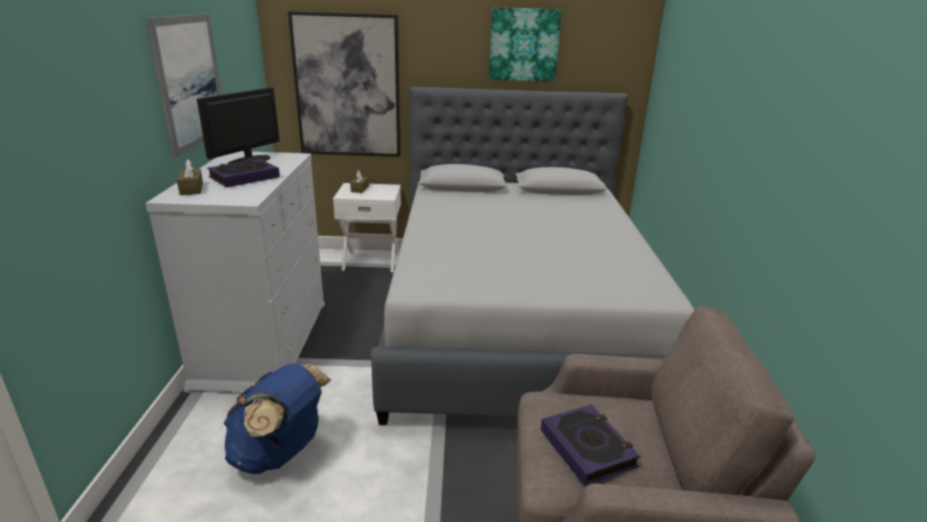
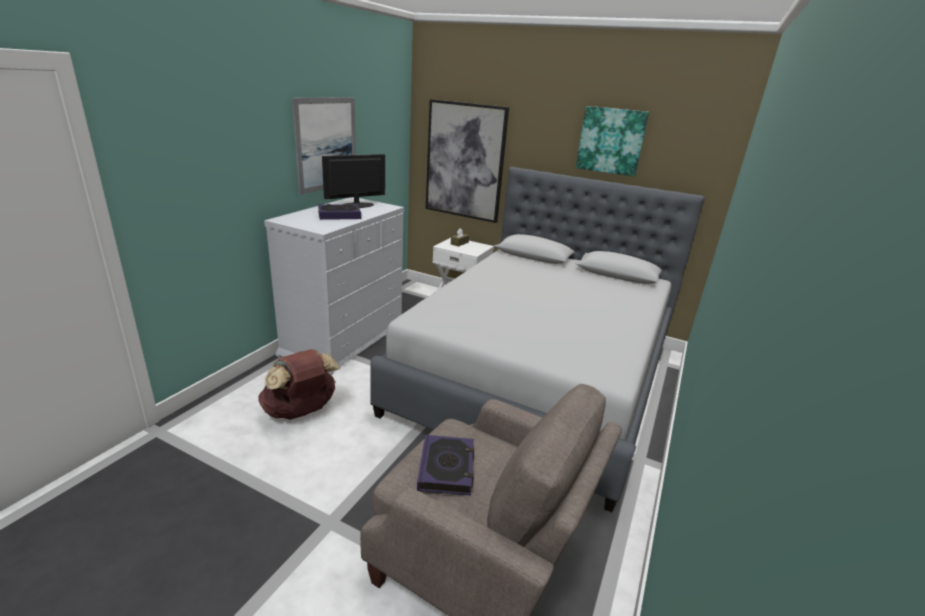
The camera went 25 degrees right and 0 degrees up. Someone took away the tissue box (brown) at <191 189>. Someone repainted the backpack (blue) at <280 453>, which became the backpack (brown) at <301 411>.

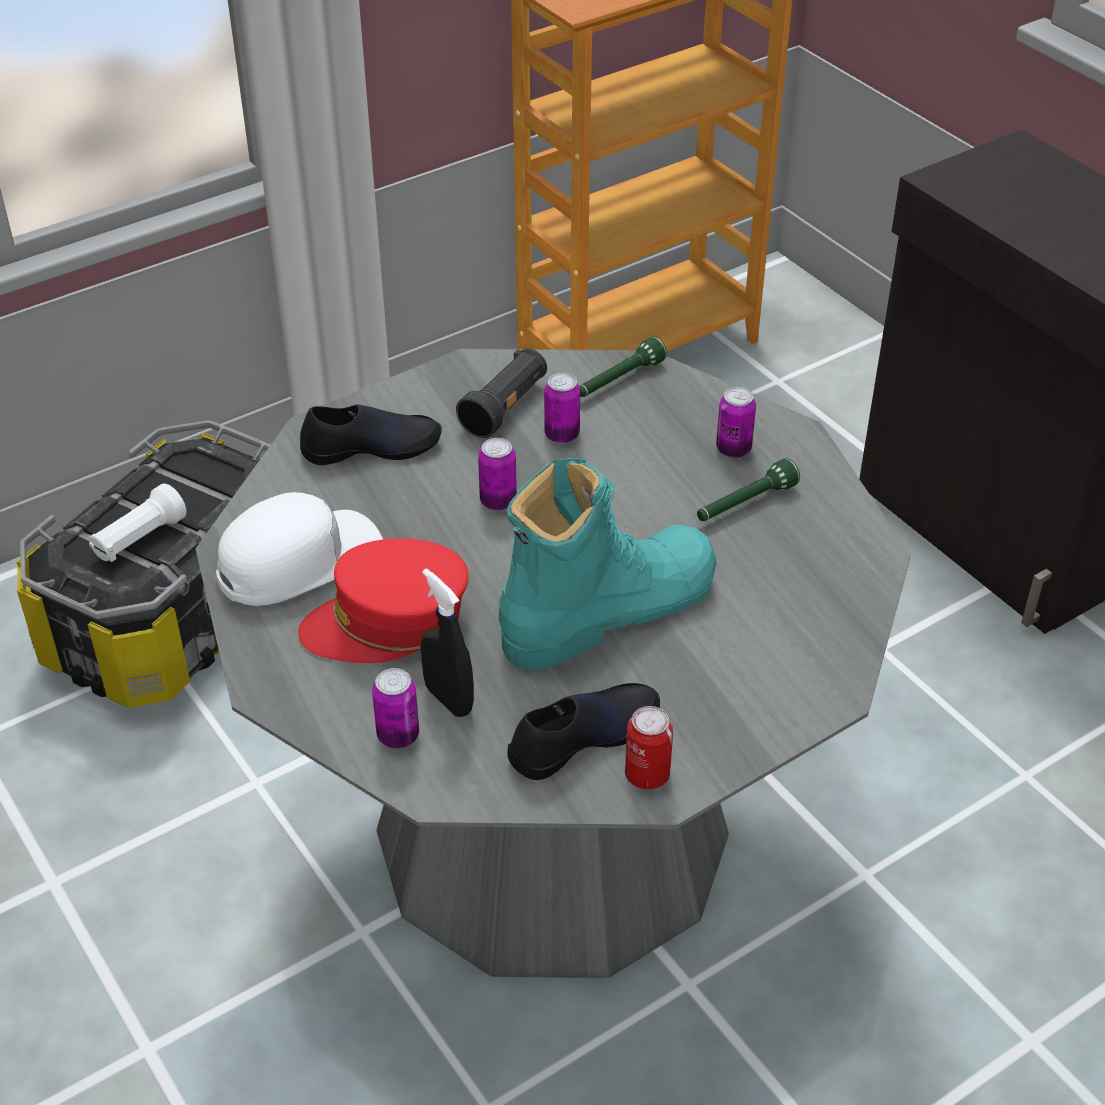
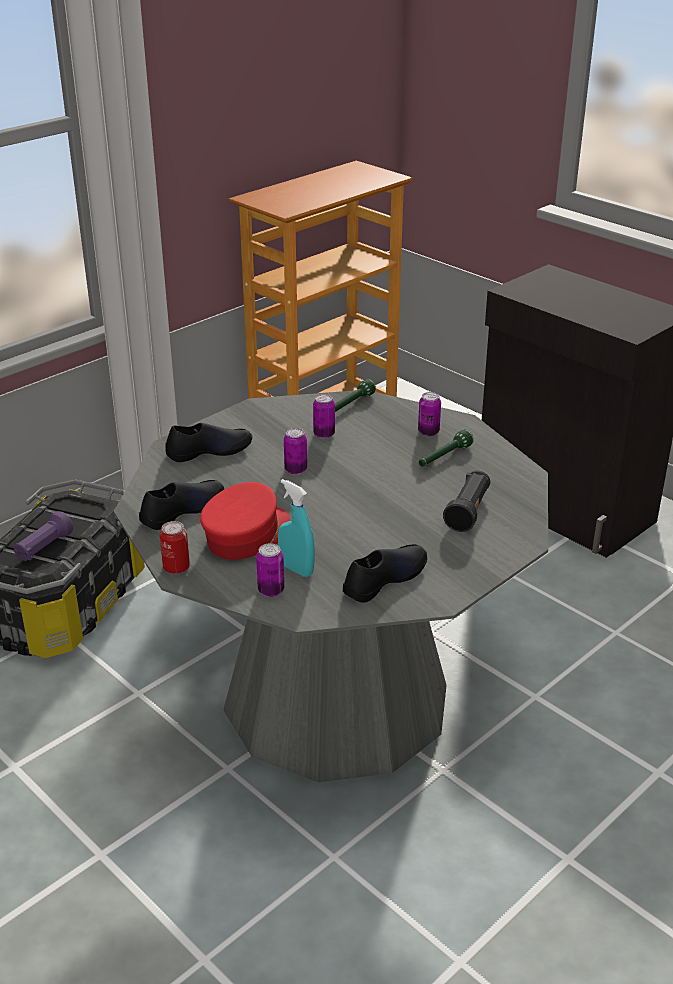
The camera went 10 degrees left and 10 degrees down. Someone carried the flashlight (black) from <505 407> to <468 511>. Someone took away the boot (turquoise) at <607 611>. Someone repainted the flashlight (white) at <139 539>, which became the flashlight (purple) at <44 548>. Someone swapped the cap (white) at <300 560> for the shoe (black) at <182 510>. Someone rotated the cap (red) at <387 622> by 150 degrees clockwise. Someone repainted the spray bottle (black) at <448 699>, which became the spray bottle (turquoise) at <296 569>. Someone carried the can from <647 775> to <176 567>.

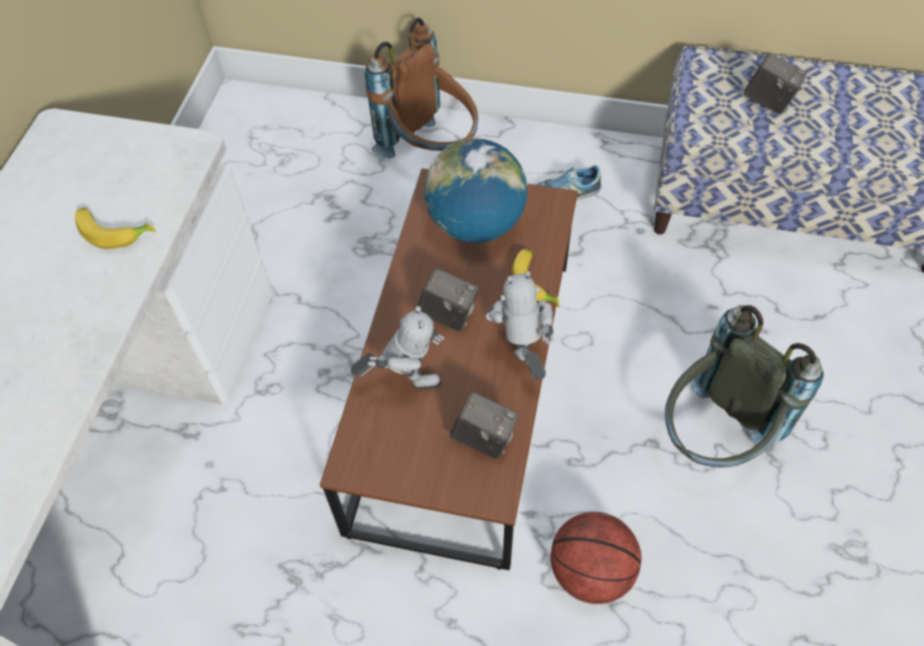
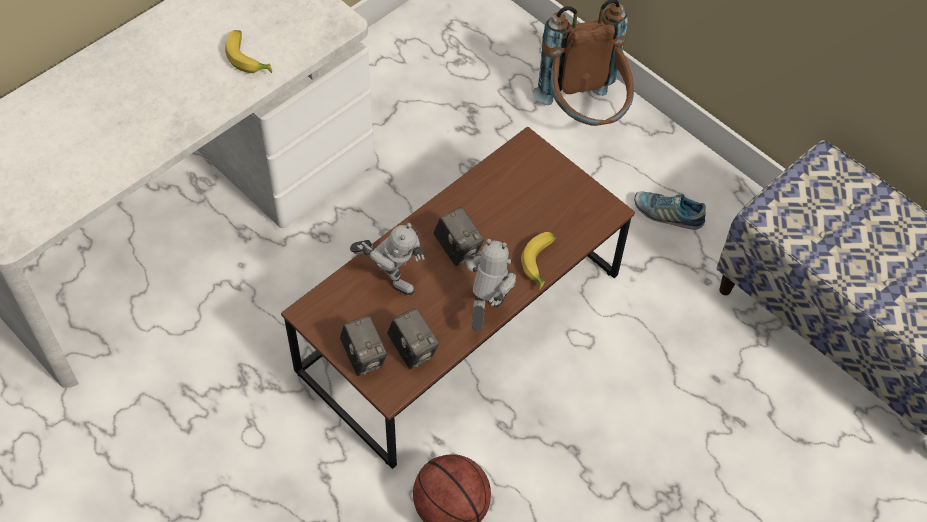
The camera went 30 degrees right and 0 degrees up. Someone carried the photo camera from <768 101> to <364 357>. Someone took away the globe at <476 224>. Someone took away the backpack (grey) at <713 438>.

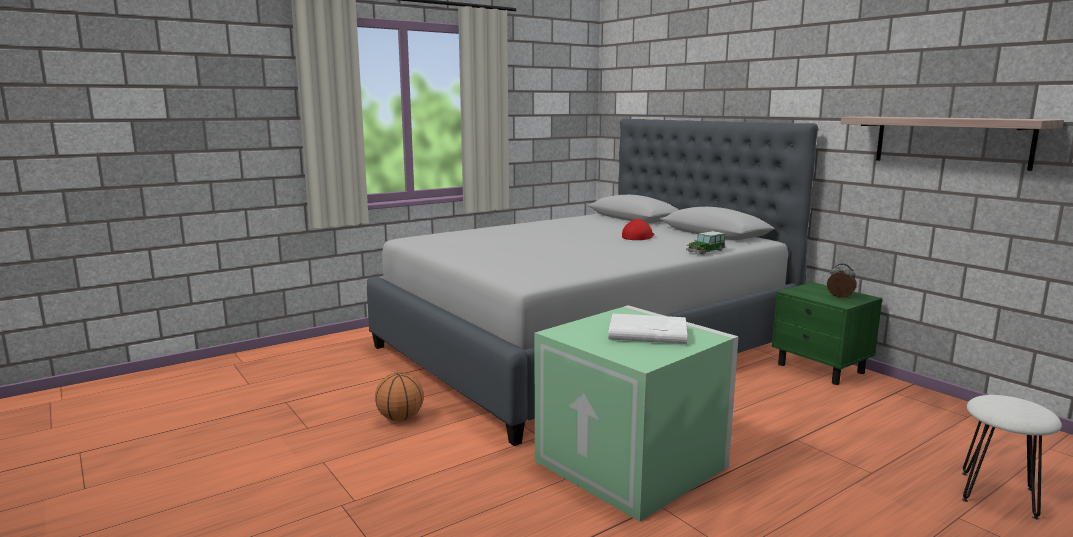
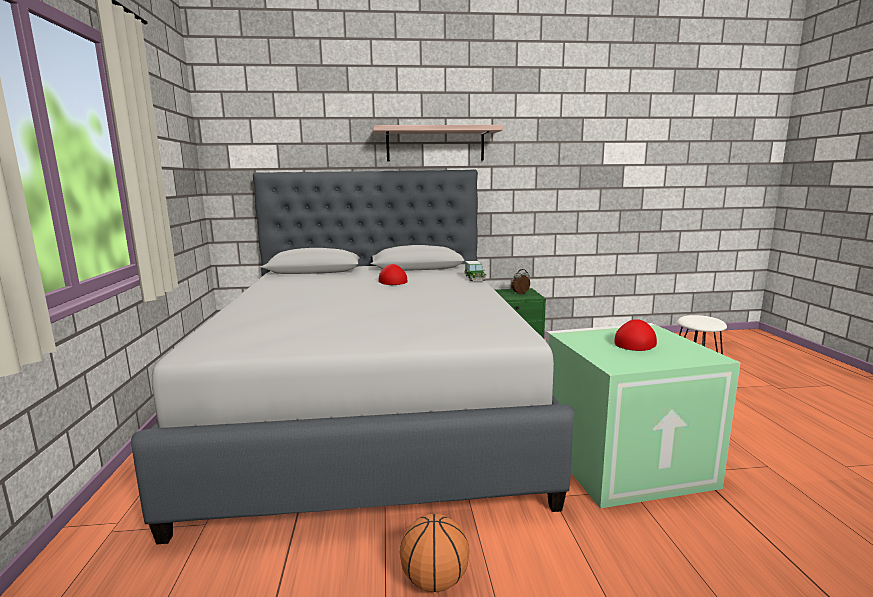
The camera went 60 degrees left and 0 degrees up. Someone carried the shelf from <951 141> to <435 144>. Someone swapped the book (white) at <646 334> for the cap (red) at <637 342>.

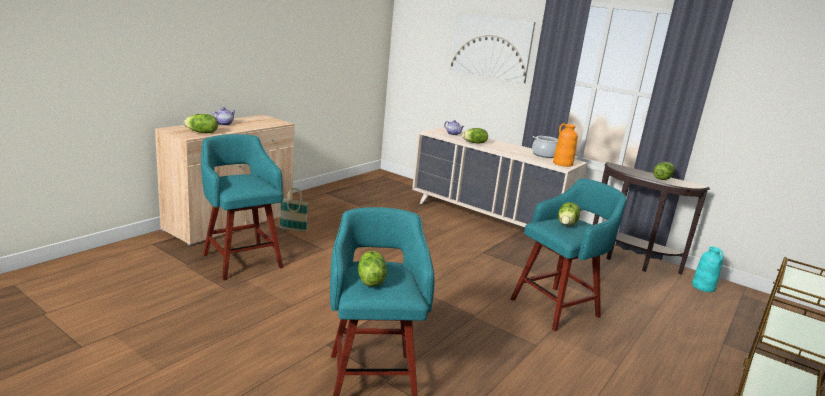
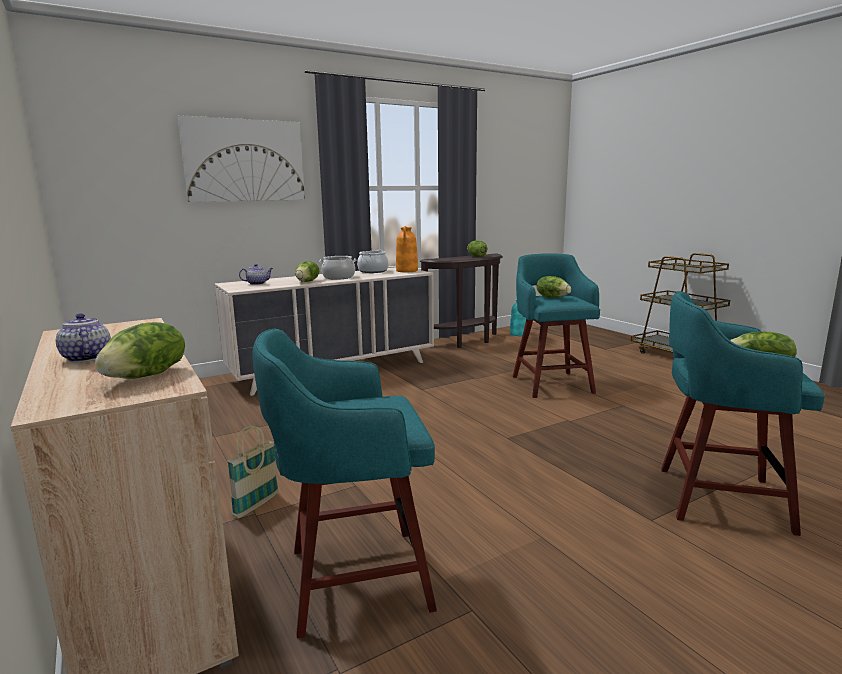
The camera went 65 degrees left and 5 degrees down. Someone put down the cooking pot at <338 277>.

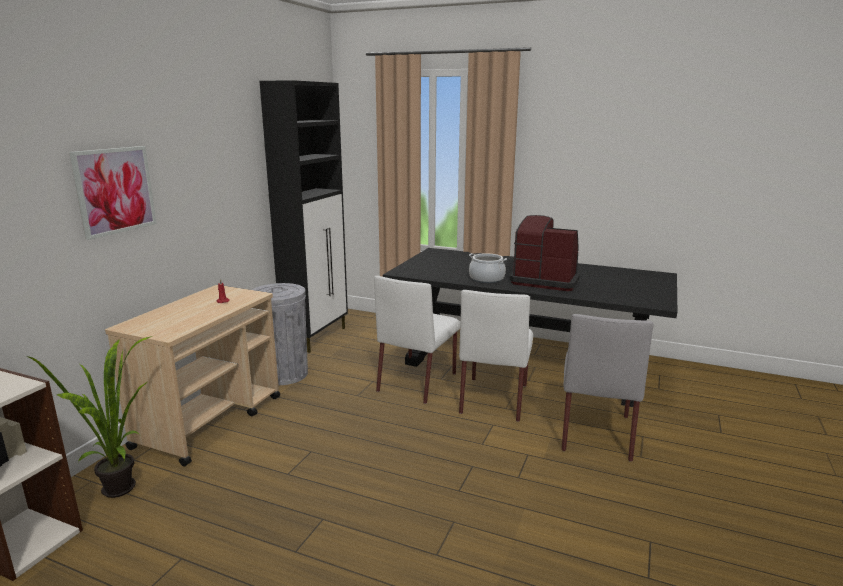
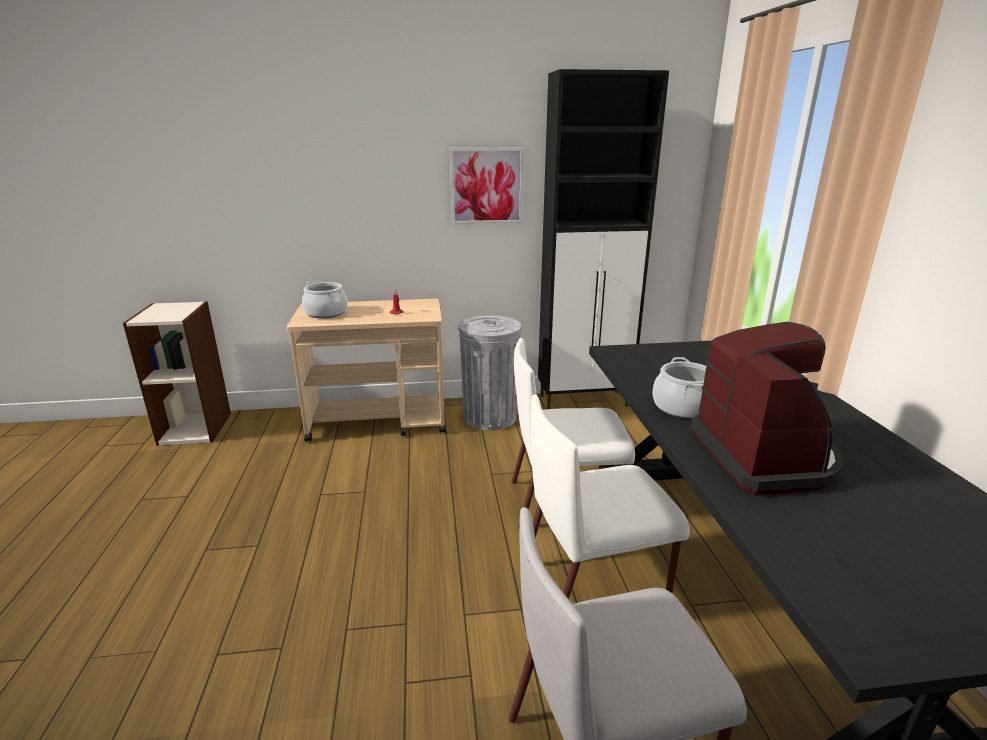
The camera went 60 degrees right and 5 degrees up. Someone carried the picture from <115 190> to <486 186>. Someone took away the potted plant at <124 491>. Someone put down the cooking pot at <326 313>.

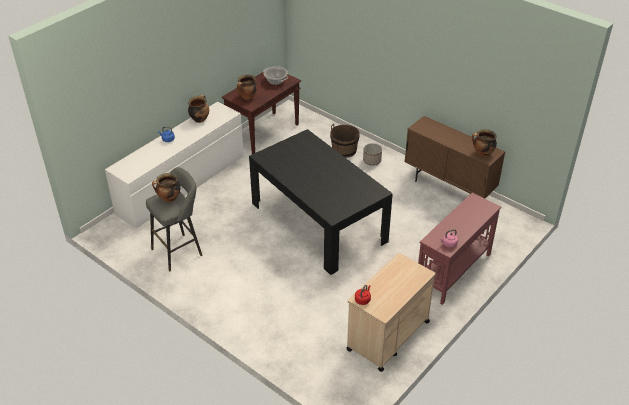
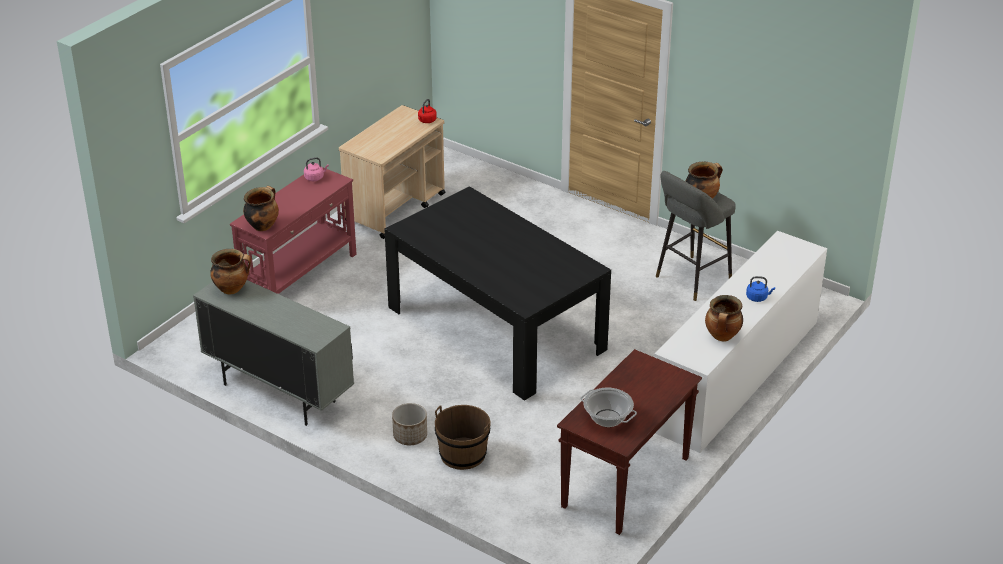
The camera went 175 degrees right and 5 degrees down. Someone carried the cooking pot from <247 97> to <262 225>. Someone repainted the cabinet (brown) at <448 188>, which became the cabinet (grey) at <278 393>.

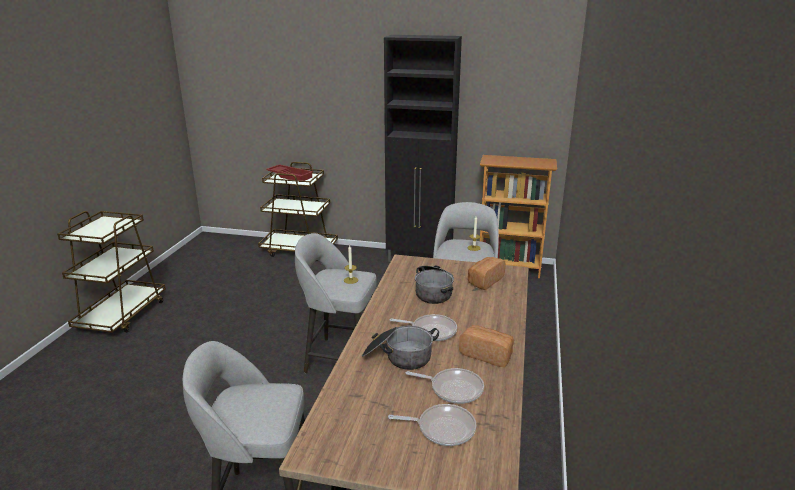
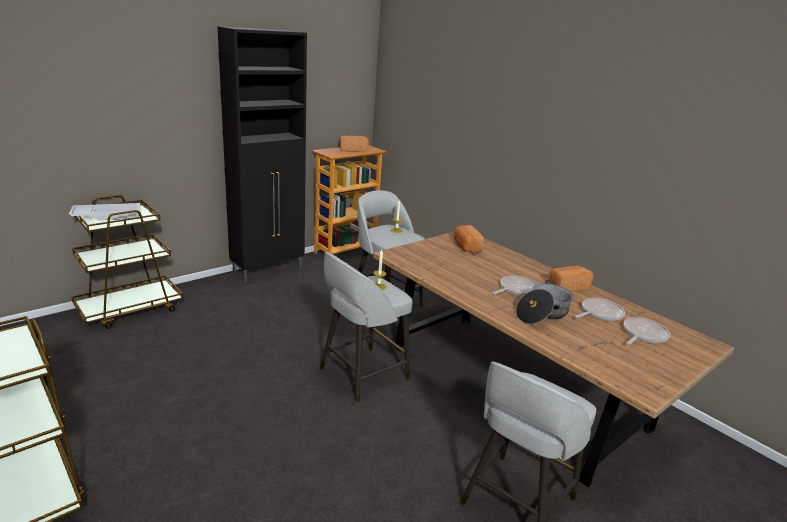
The camera went 55 degrees left and 0 degrees up. Someone repainted the tray (red) at <290 176>, which became the tray (white) at <107 216>. Someone took away the cooking pot at <434 292>. Someone put down the bread at <353 150>.

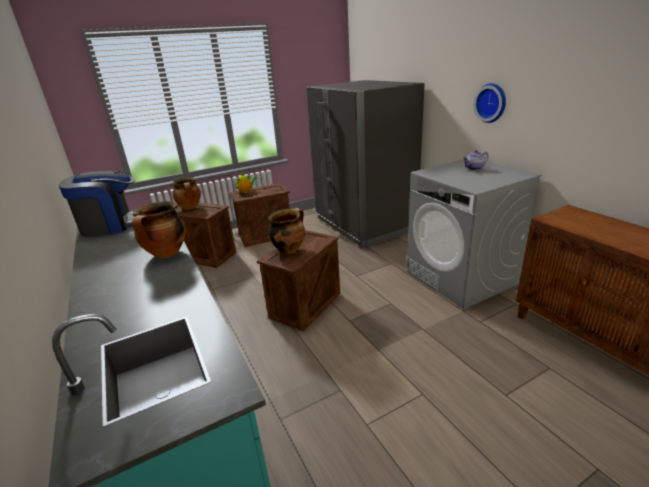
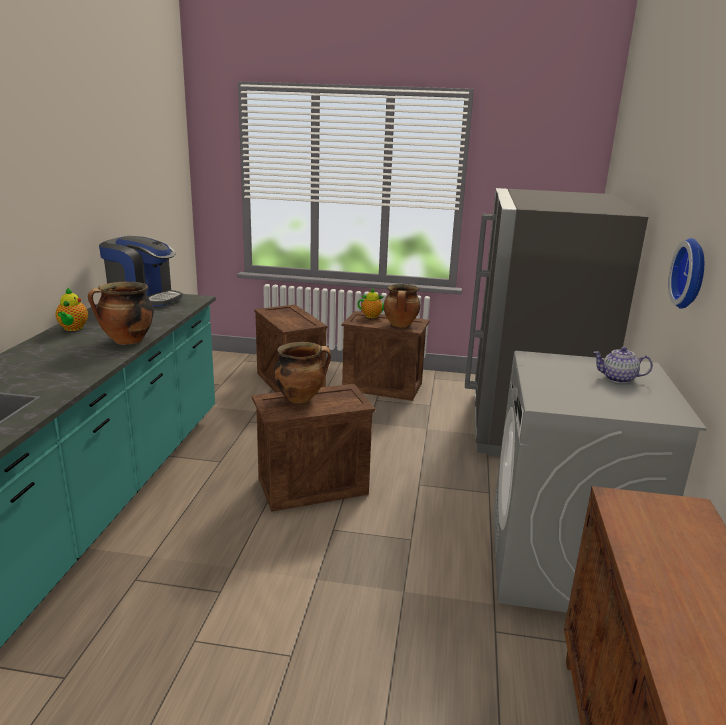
The camera went 35 degrees right and 5 degrees down. Someone carried the cooking pot from <190 207> to <401 325>. Someone put down the teapot at <72 329>.

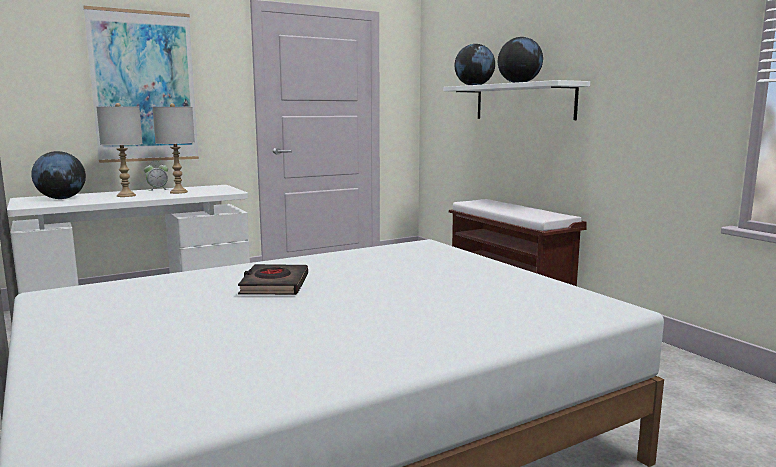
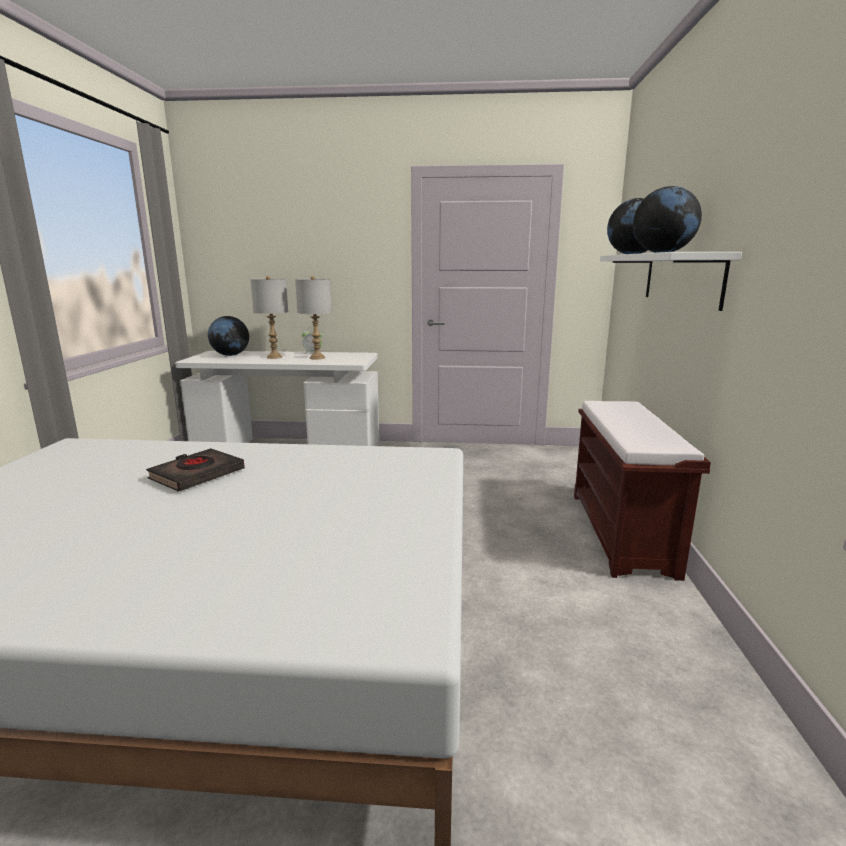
The camera went 35 degrees right and 5 degrees up. Someone took away the picture at <144 87>.

